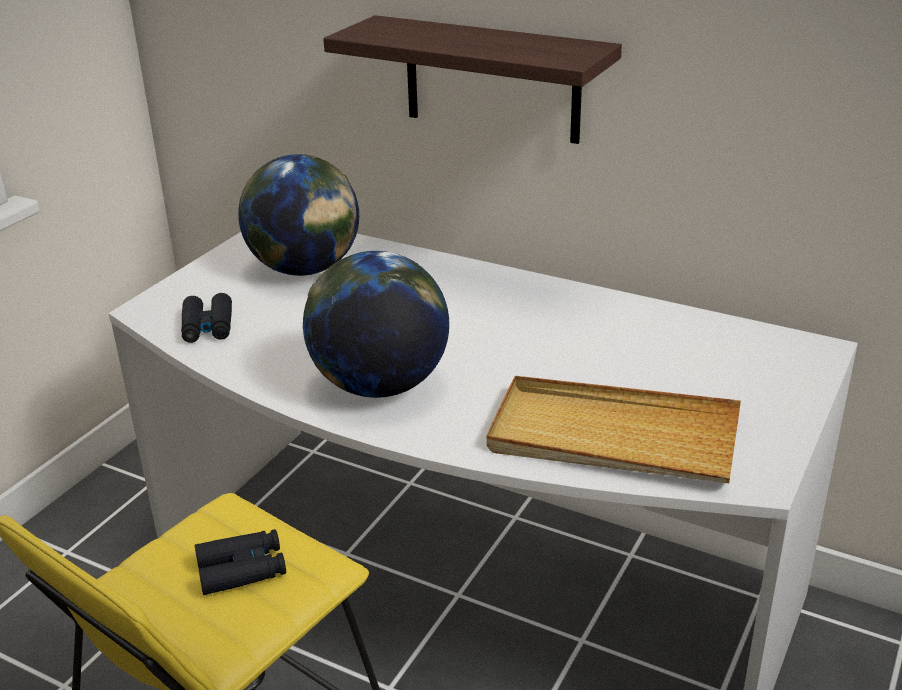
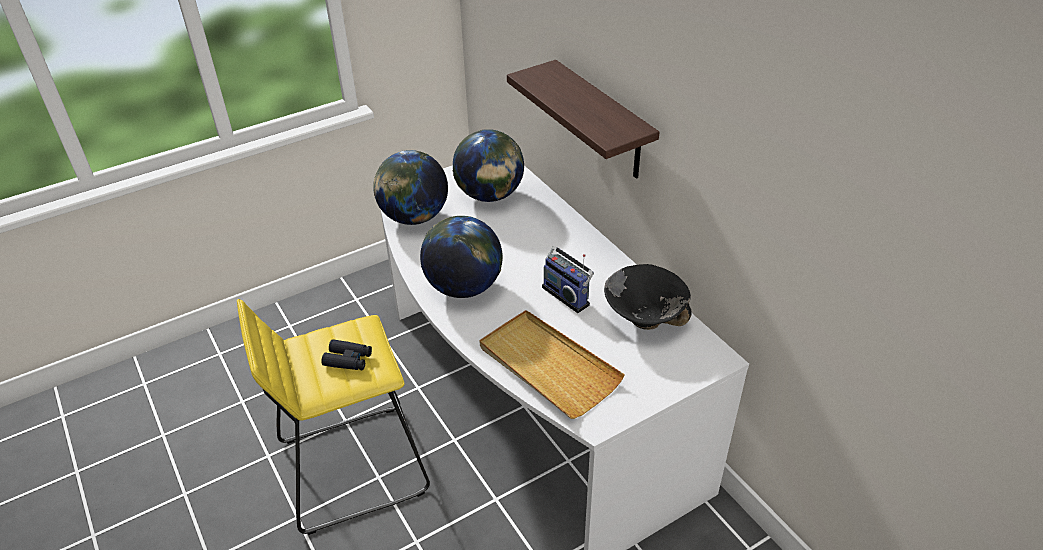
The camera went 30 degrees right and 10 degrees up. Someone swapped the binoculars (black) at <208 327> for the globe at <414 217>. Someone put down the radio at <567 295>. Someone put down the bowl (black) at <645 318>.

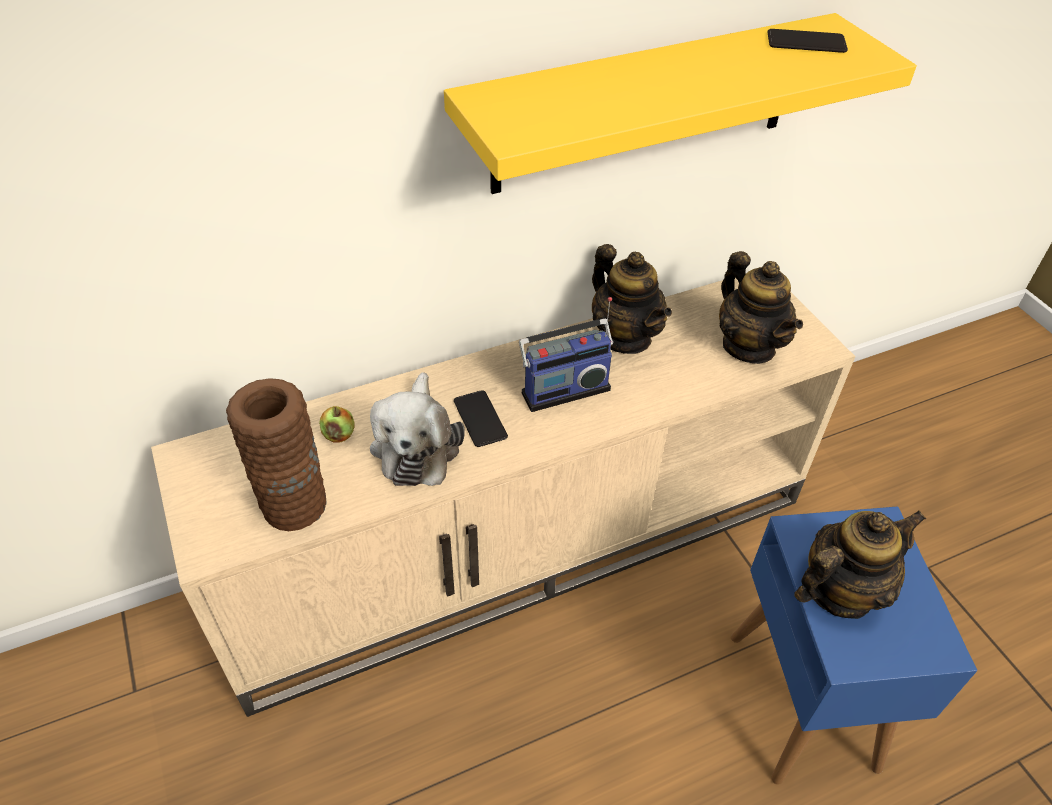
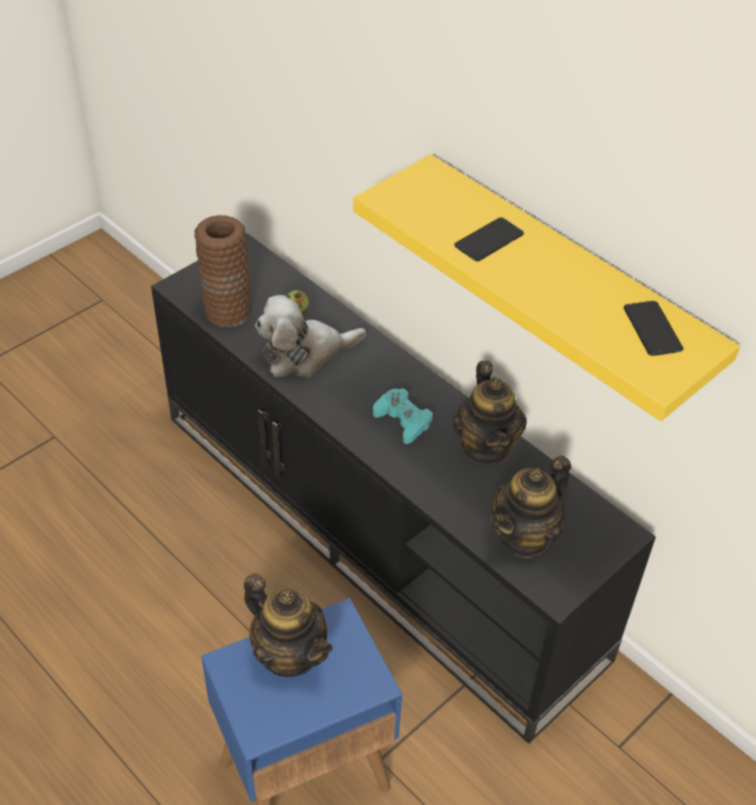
The camera went 70 degrees right and 0 degrees up. Someone rotated the teapot at <624 337> by 45 degrees counterclockwise. Someone repainted the tv stand (beige) at <522 541>, which became the tv stand (black) at <379 531>. Someone swapped the radio at <563 388> for the game controller (turquoise) at <403 420>. Someone carried the phone from <480 419> to <489 240>.

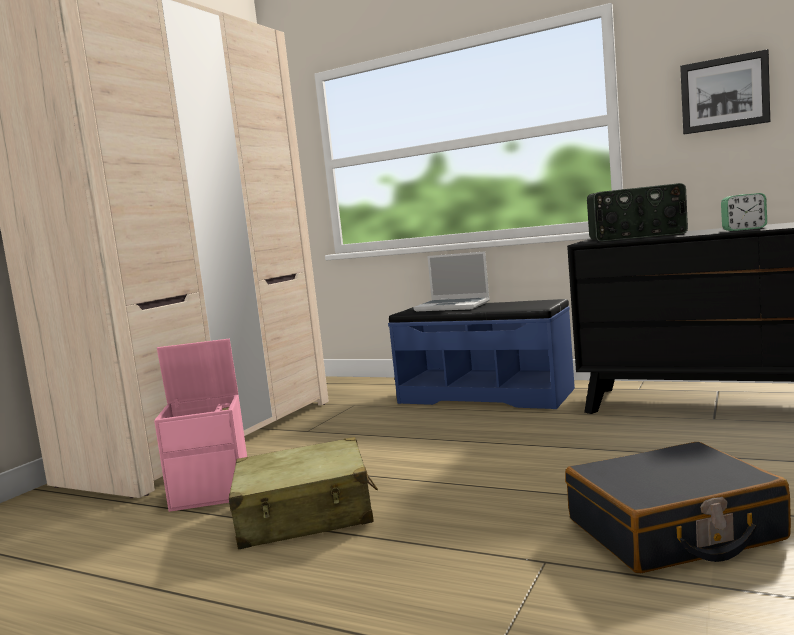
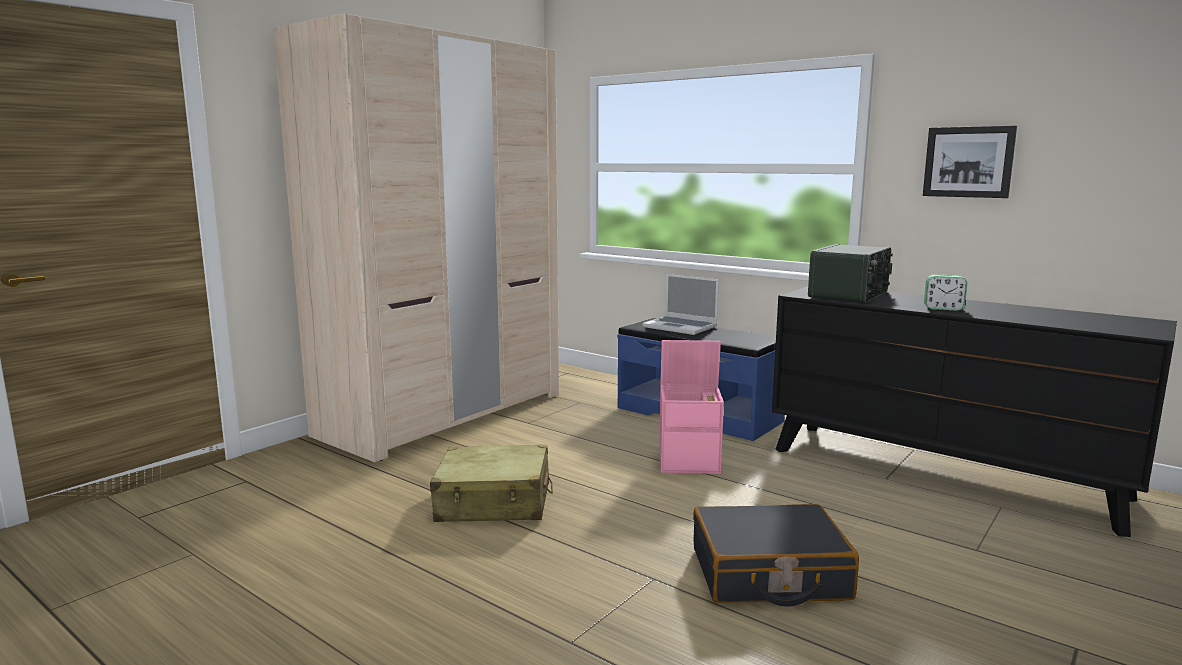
The camera went 10 degrees right and 5 degrees up. Someone rotated the radio at <636 237> by 75 degrees counterclockwise. Someone carried the storage box (pink) from <213 493> to <690 462>.

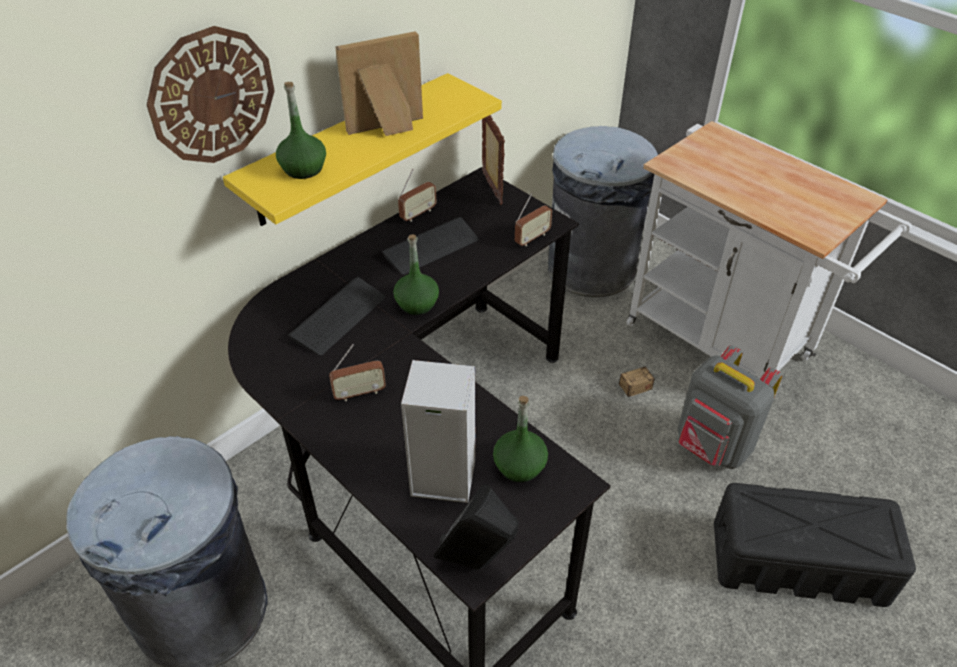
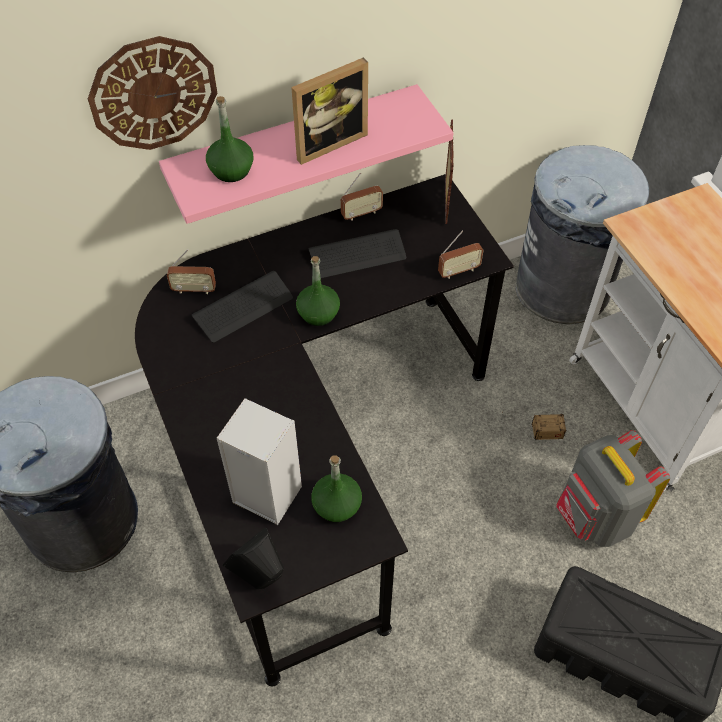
The camera went 20 degrees right and 10 degrees up. Someone rotated the picture frame at <388 129> by 150 degrees clockwise. Someone repainted the shelf (yellow) at <348 150>, which became the shelf (pink) at <294 147>. Someone carried the radio from <359 393> to <194 289>.

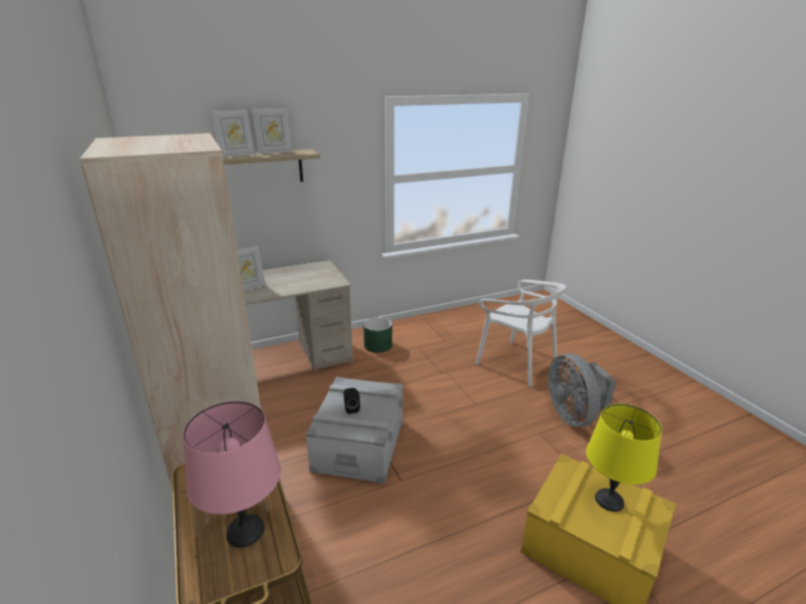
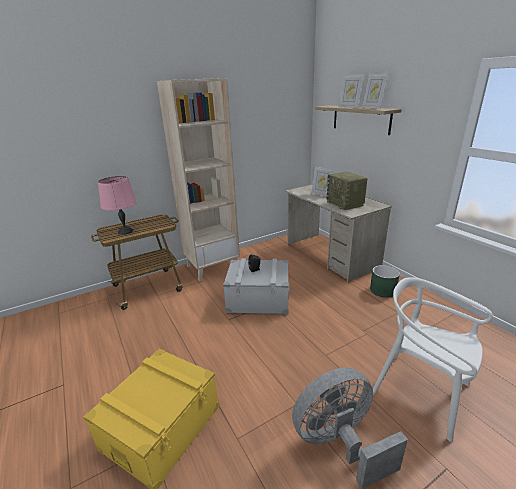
The camera went 85 degrees right and 0 degrees up. Someone rotated the chair (white) at <516 363> by 90 degrees clockwise. Someone took away the table lamp (yellow) at <610 500>. Someone put down the radio at <345 204>.

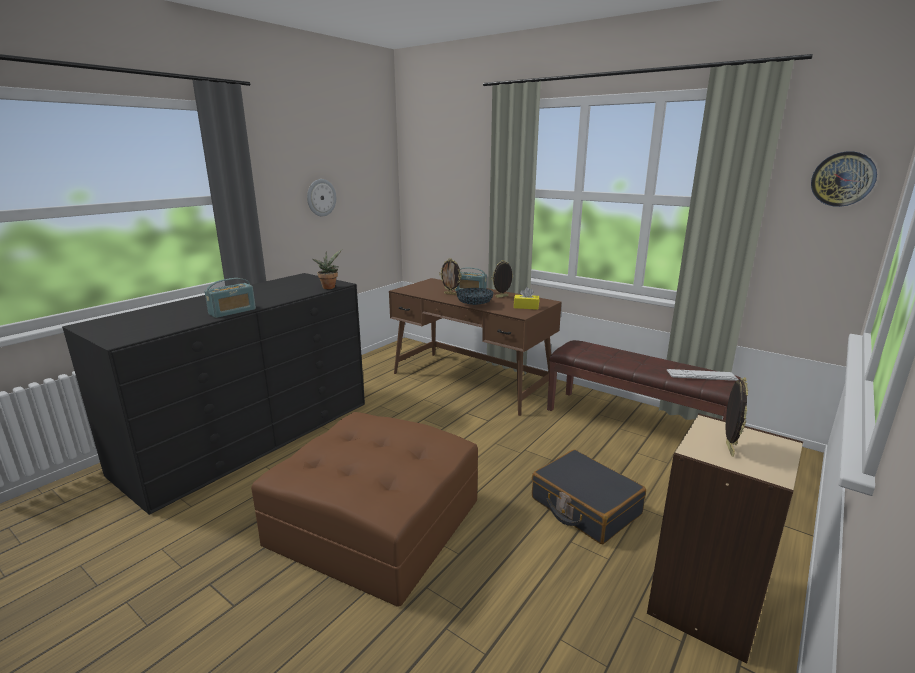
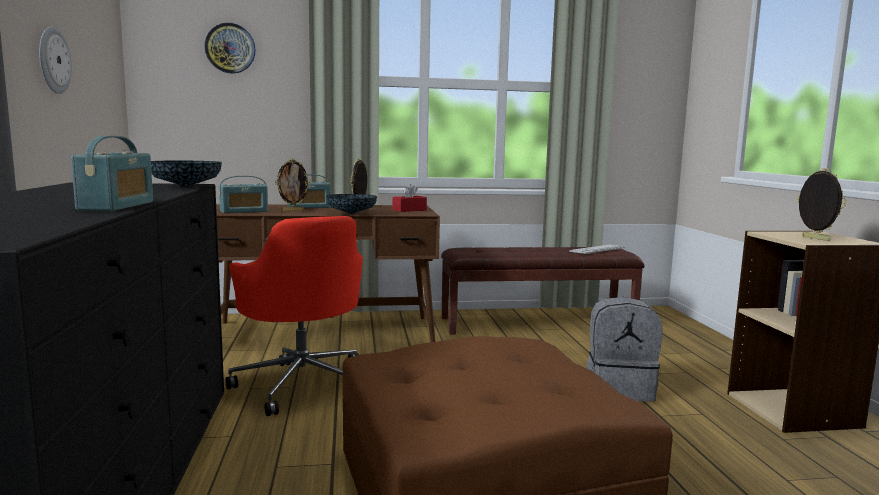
The camera went 45 degrees left and 10 degrees down. Someone carried the wall clock from <843 179> to <230 48>. Someone swapped the potted plant at <329 287> for the bowl at <186 186>. Someone repainted the tissue box (yellow) at <526 307>, which became the tissue box (red) at <409 210>. Someone swapped the suitcase (black) at <584 506> for the backpack (grey) at <619 389>. Someone put down the radio at <244 211>. Someone put down the office chair (red) at <302 383>.

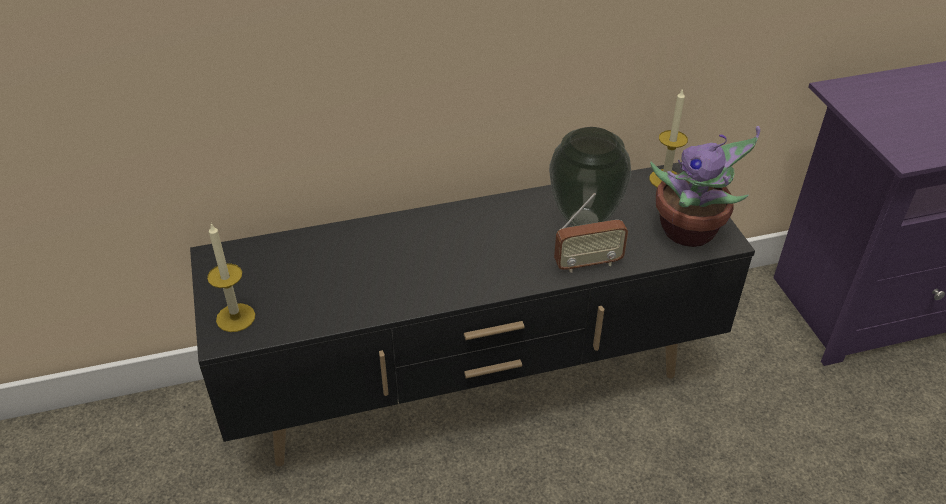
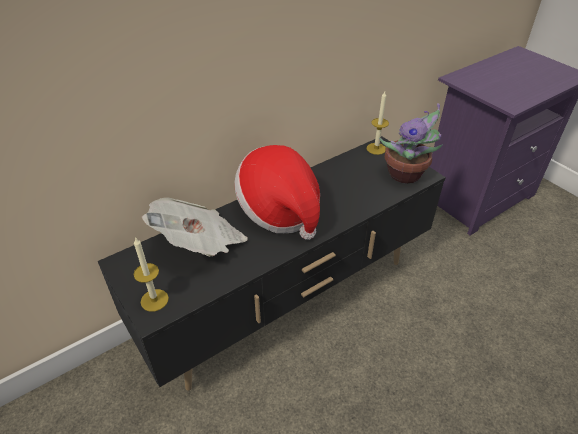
The camera went 20 degrees left and 0 degrees up. Someone took away the vase at <583 220>. Someone took away the radio at <588 263>. Someone put down the hat at <280 211>. Someone put down the newspaper at <200 243>.

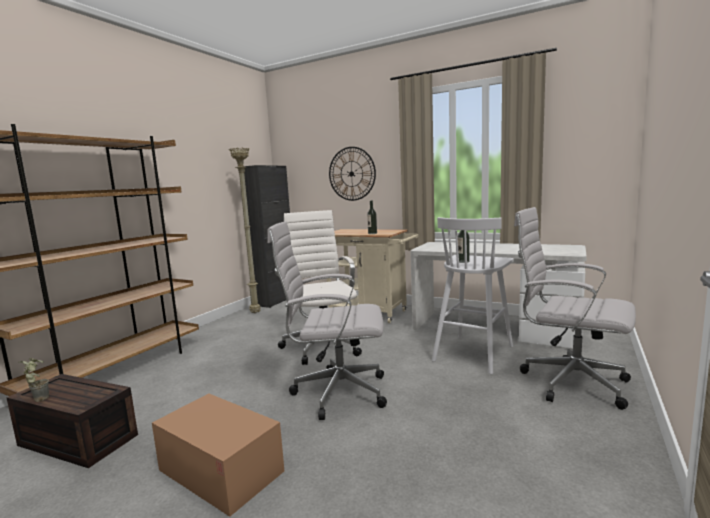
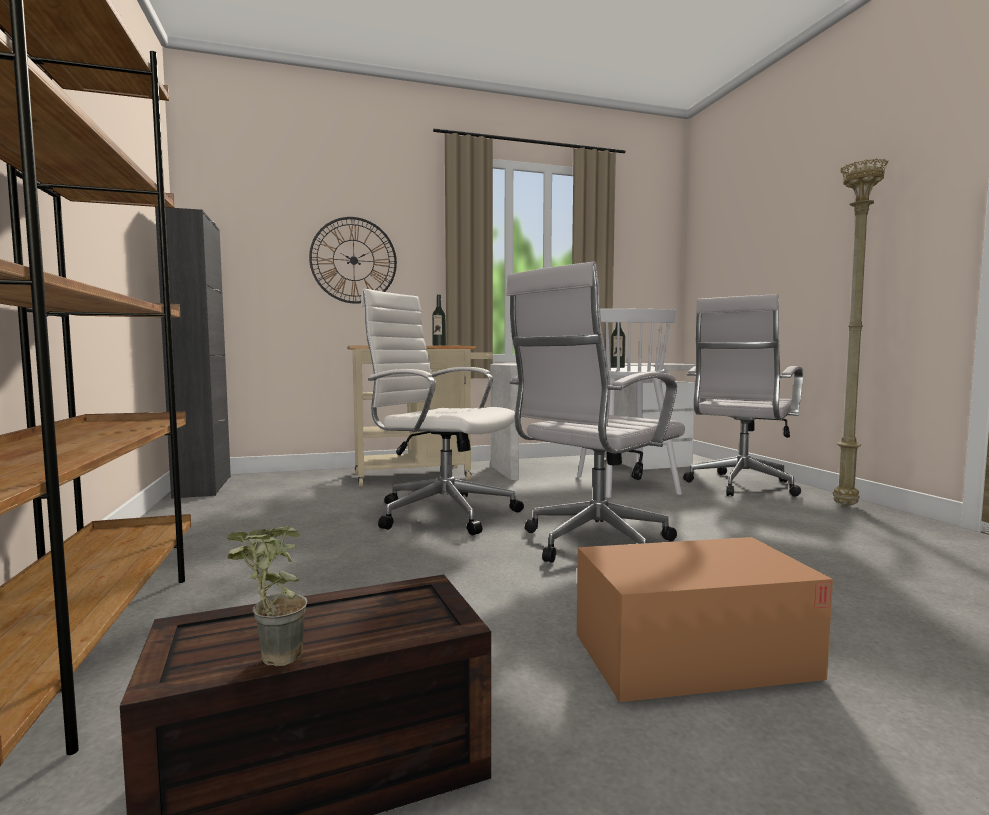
The camera went 45 degrees left and 5 degrees down. Someone carried the floor lamp (beige) from <255 313> to <843 505>. Someone rotated the office chair (white) at <569 382> by 45 degrees counterclockwise.

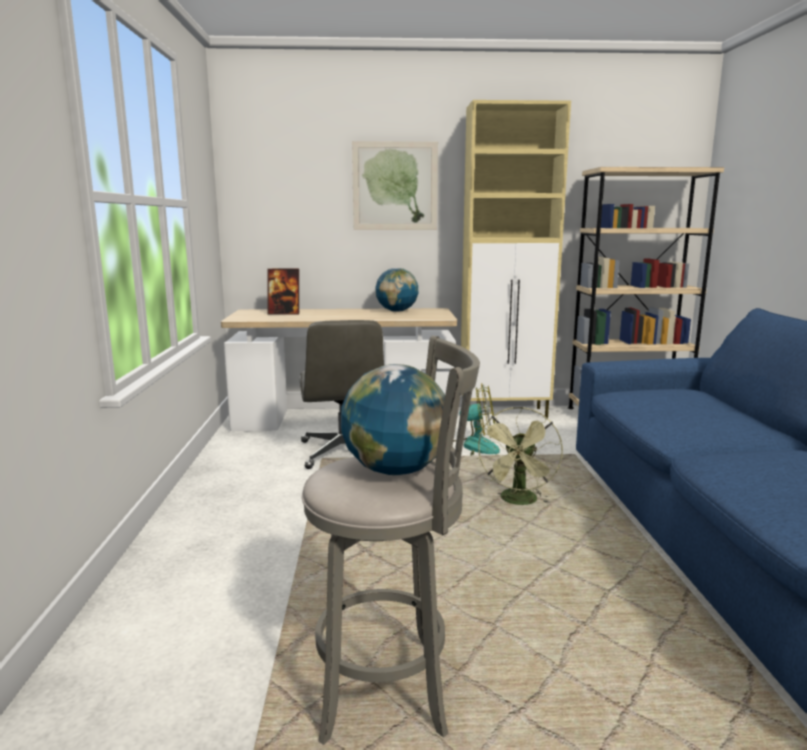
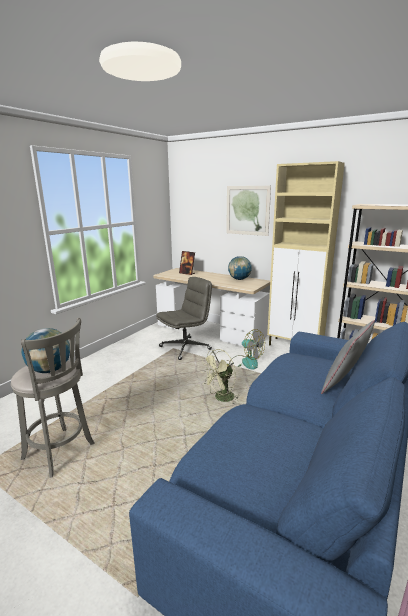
The camera went 35 degrees right and 5 degrees up. Someone rotated the office chair (grey) at <343 452> by 150 degrees counterclockwise. Someone put down the pillow (grey) at <344 384>.

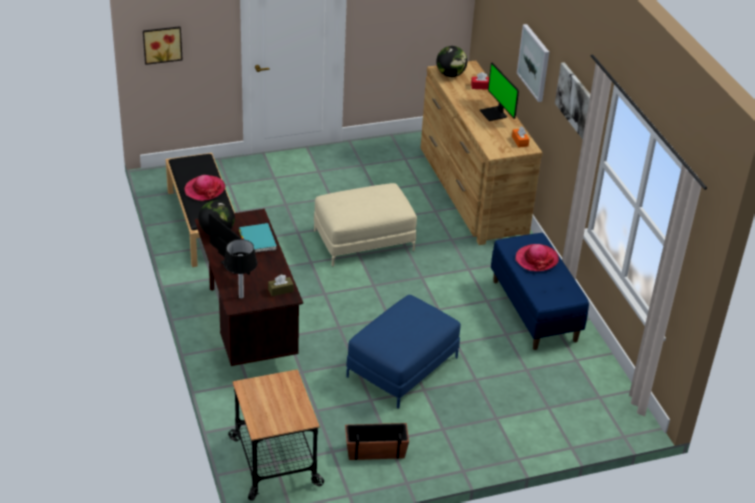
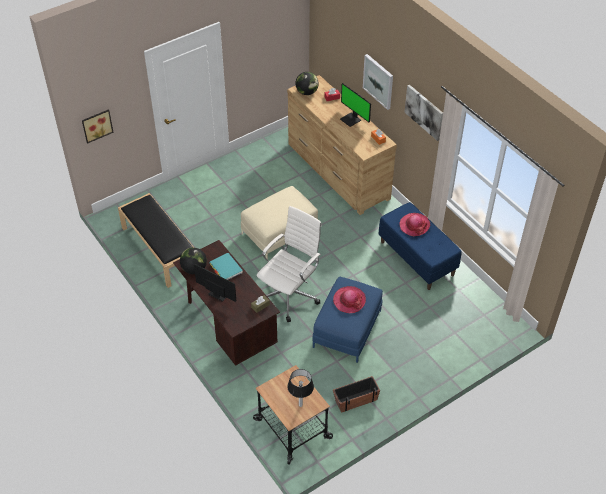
The camera went 15 degrees left and 10 degrees up. Someone carried the hat from <204 189> to <349 300>. Someone carried the table lamp from <241 297> to <301 405>. Someone put down the office chair (white) at <290 294>.

